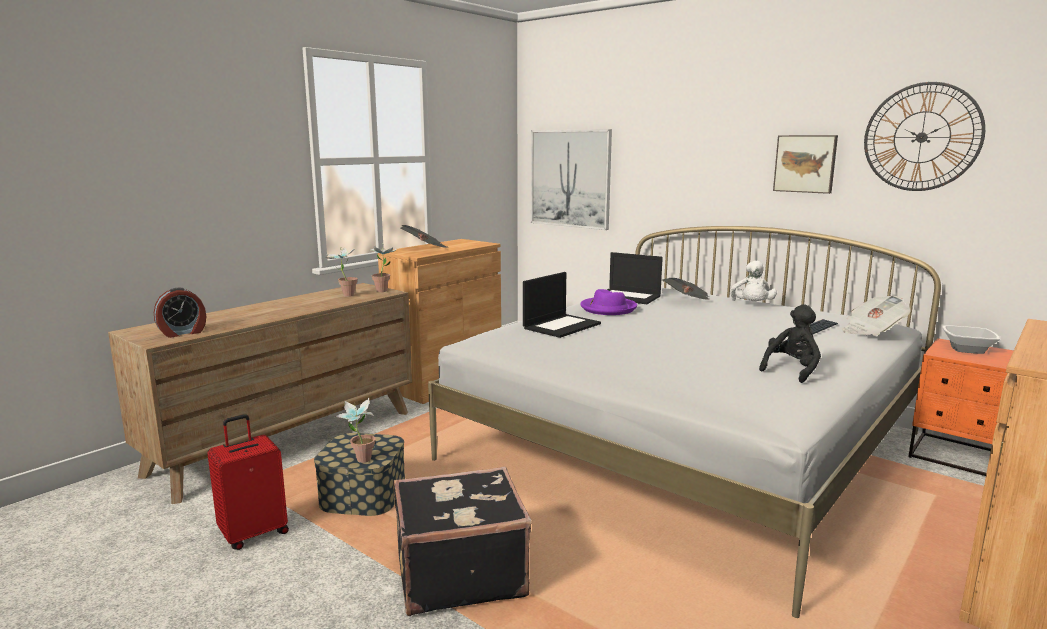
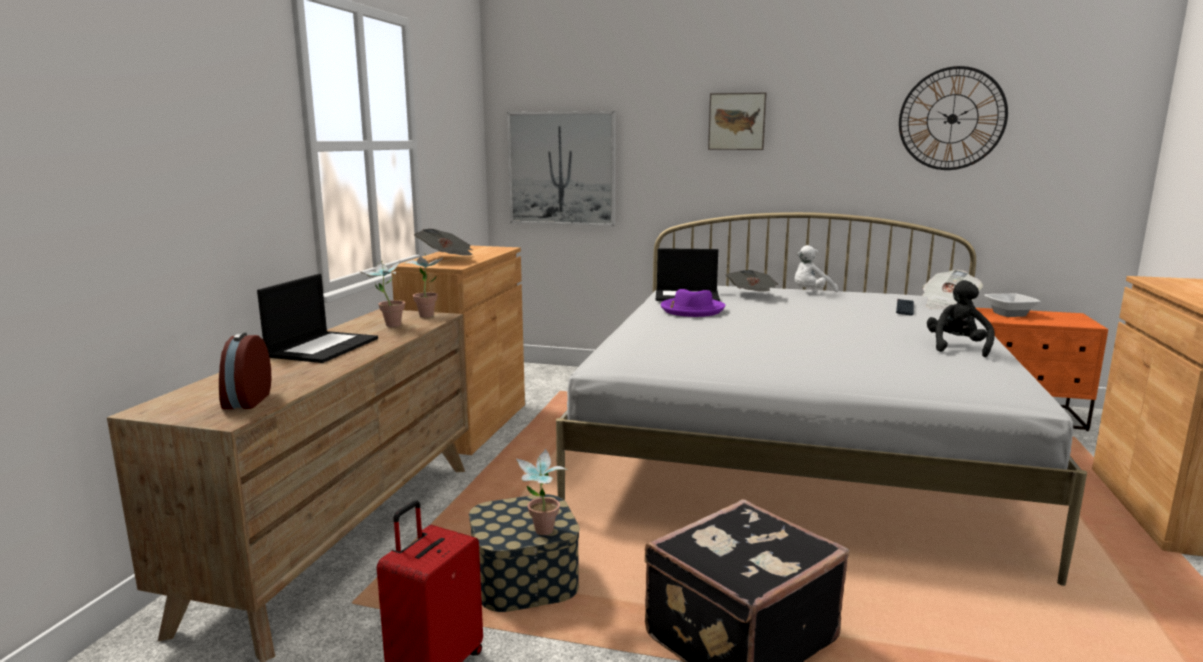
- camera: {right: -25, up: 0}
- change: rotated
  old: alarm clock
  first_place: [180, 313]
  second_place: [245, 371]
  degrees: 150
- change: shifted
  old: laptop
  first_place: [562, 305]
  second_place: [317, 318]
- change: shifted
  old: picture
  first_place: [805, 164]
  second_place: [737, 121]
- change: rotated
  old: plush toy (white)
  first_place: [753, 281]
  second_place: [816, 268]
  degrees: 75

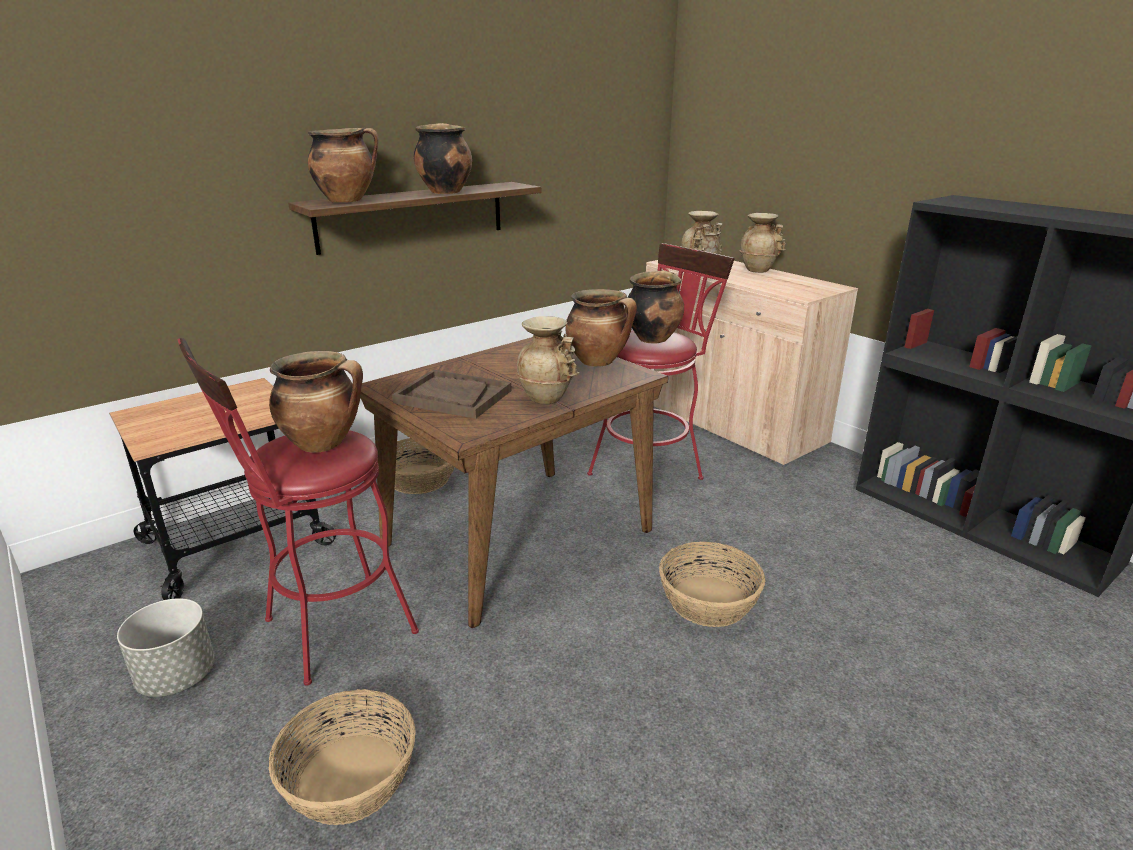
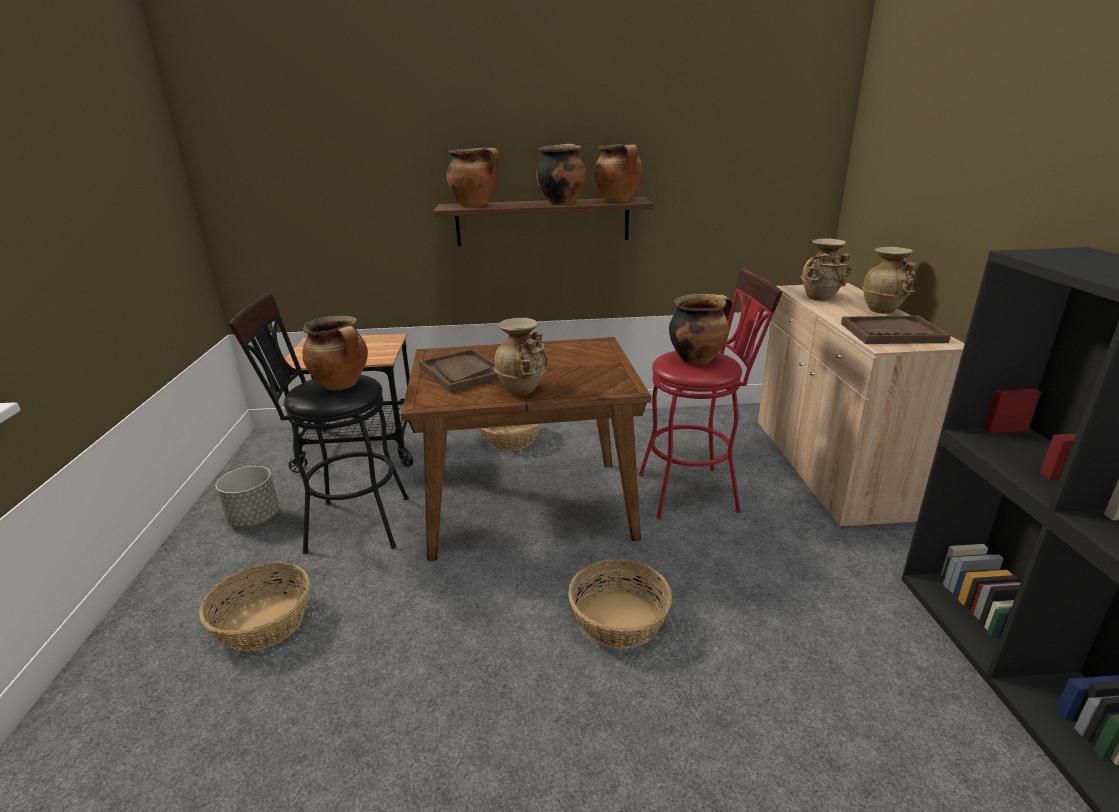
- camera: {right: 35, up: 0}
- change: repainted
  old: stool (red)
  new: stool (black)
  first_place: [298, 512]
  second_place: [318, 423]
- change: shifted
  old: cooking pot
  first_place: [601, 328]
  second_place: [618, 173]
- change: new
  new: tray (brown)
  second_place: [896, 330]

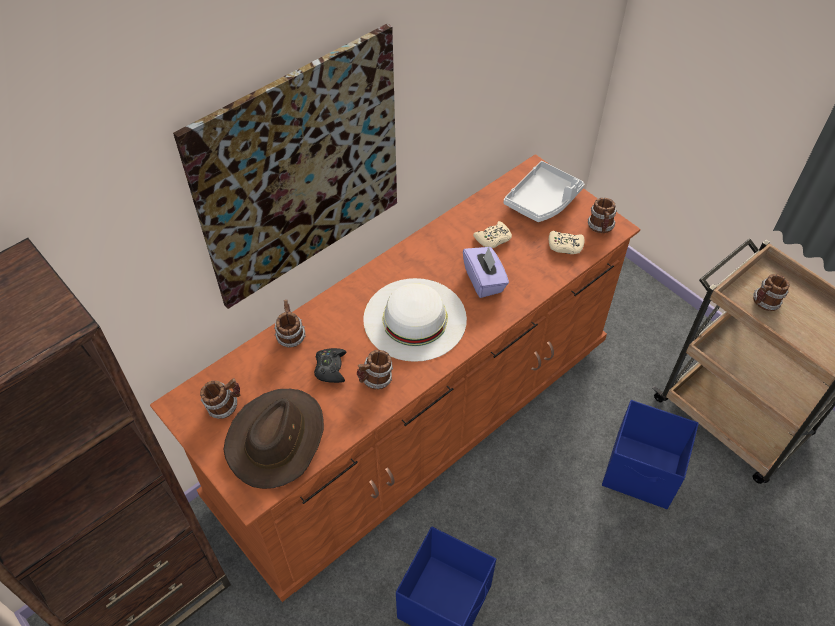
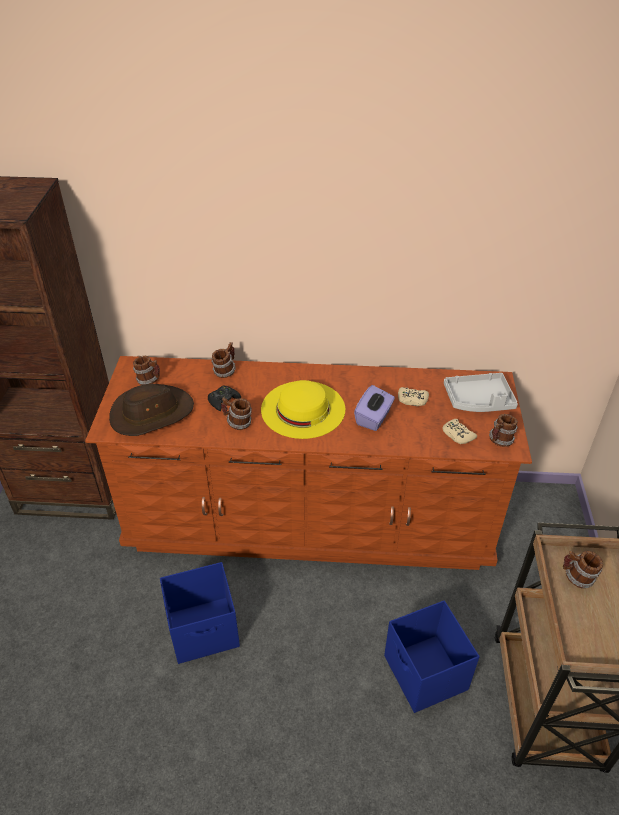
- camera: {right: 45, up: -10}
- change: repainted
  old: hat (white)
  new: hat (yellow)
  first_place: [415, 320]
  second_place: [303, 409]
- change: gone
  old: picture
  first_place: [285, 166]

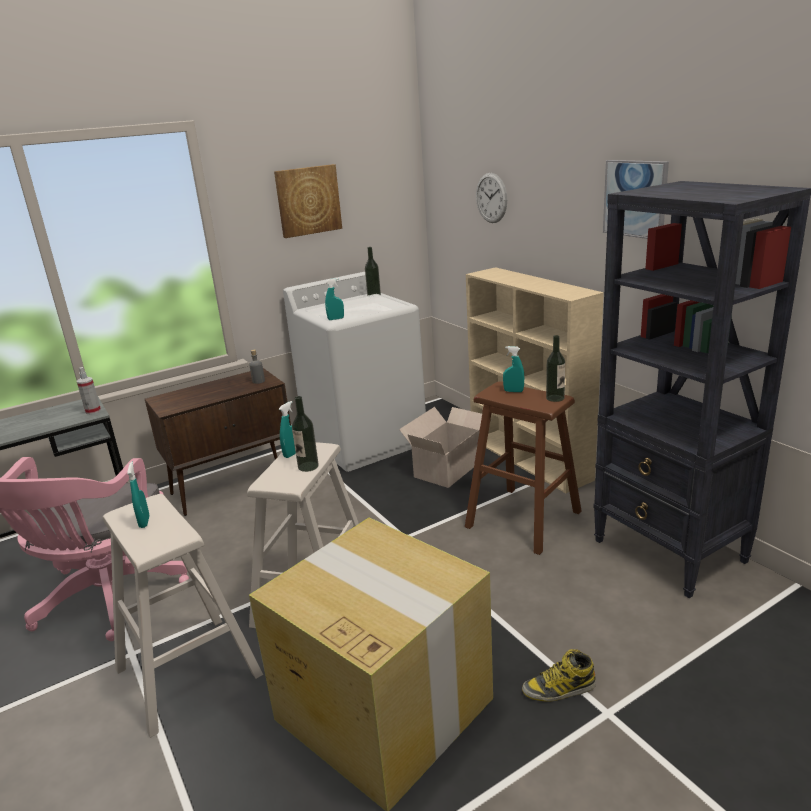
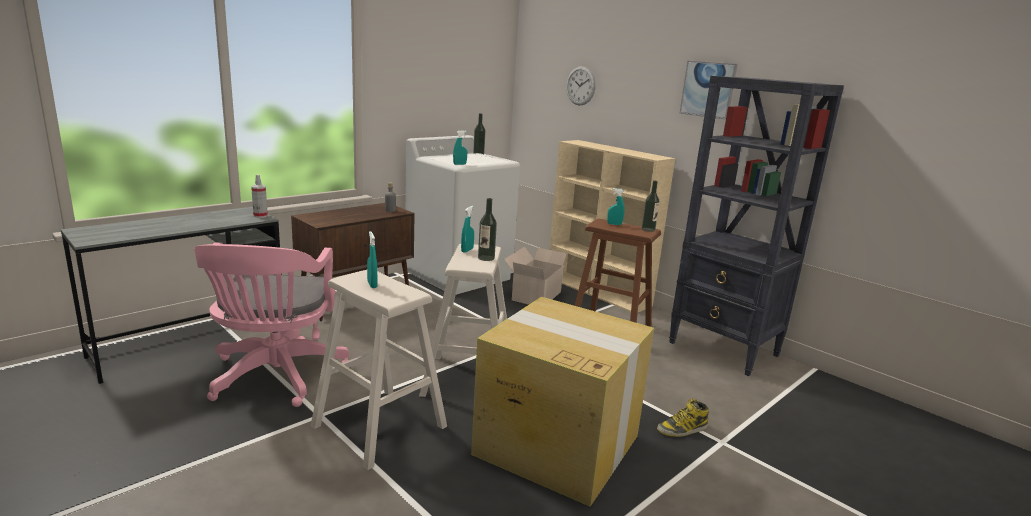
- camera: {right: -15, up: -5}
- change: gone
  old: picture
  first_place: [308, 201]

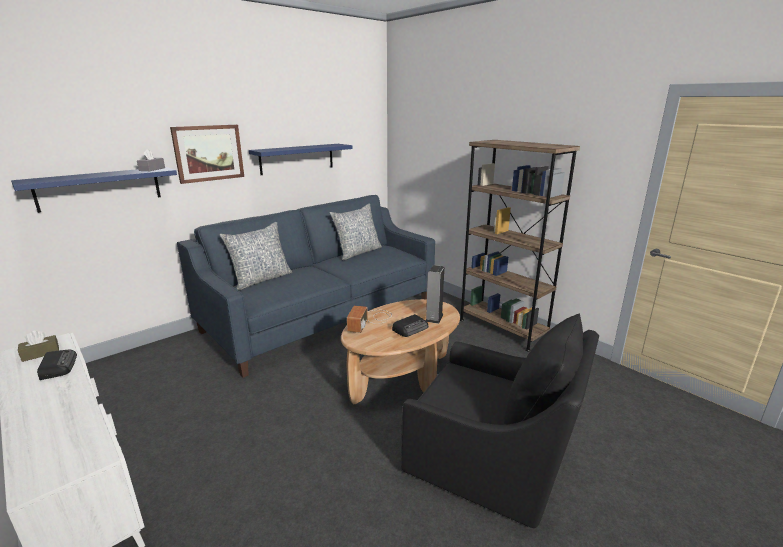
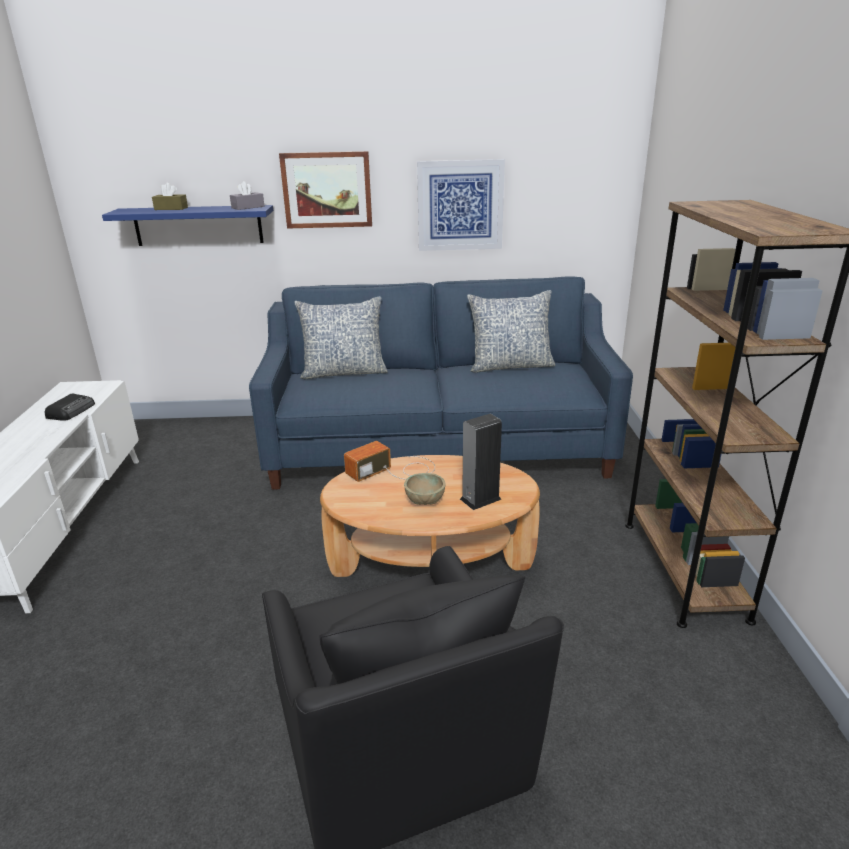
- camera: {right: 40, up: 5}
- change: shifted
  old: tissue box (brown)
  first_place: [38, 346]
  second_place: [170, 196]
- change: swapped
  old: radio
  new: bowl (beige)
  first_place: [410, 325]
  second_place: [425, 489]
- change: swapped
  old: shelf (blue)
  new: picture
  first_place: [300, 159]
  second_place: [461, 205]

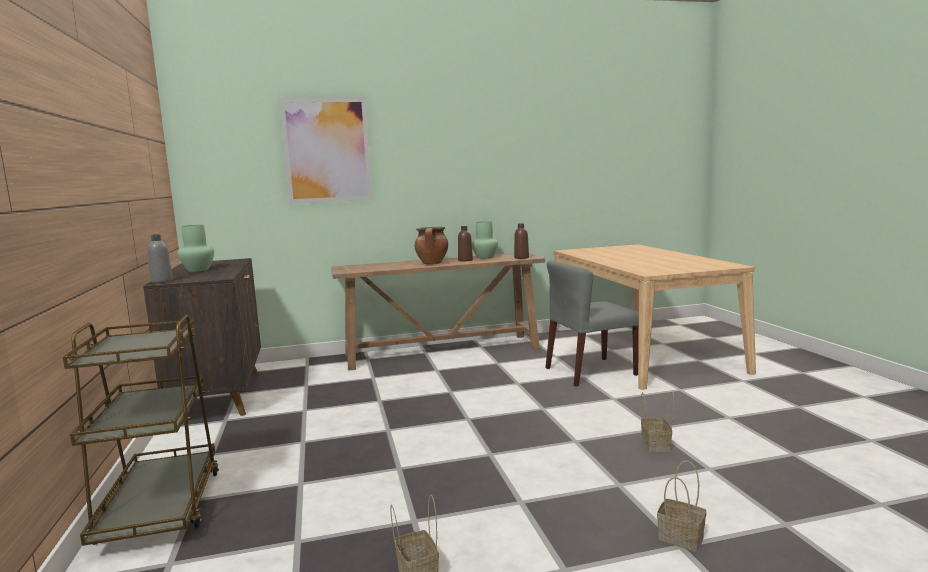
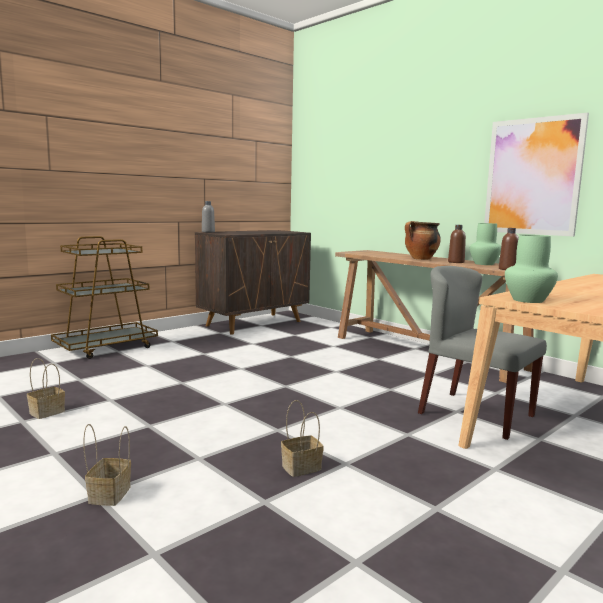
- camera: {right: 60, up: 0}
- change: shifted
  old: picture
  first_place: [326, 150]
  second_place: [536, 175]
- change: shifted
  old: vase (green)
  first_place: [195, 248]
  second_place: [531, 269]

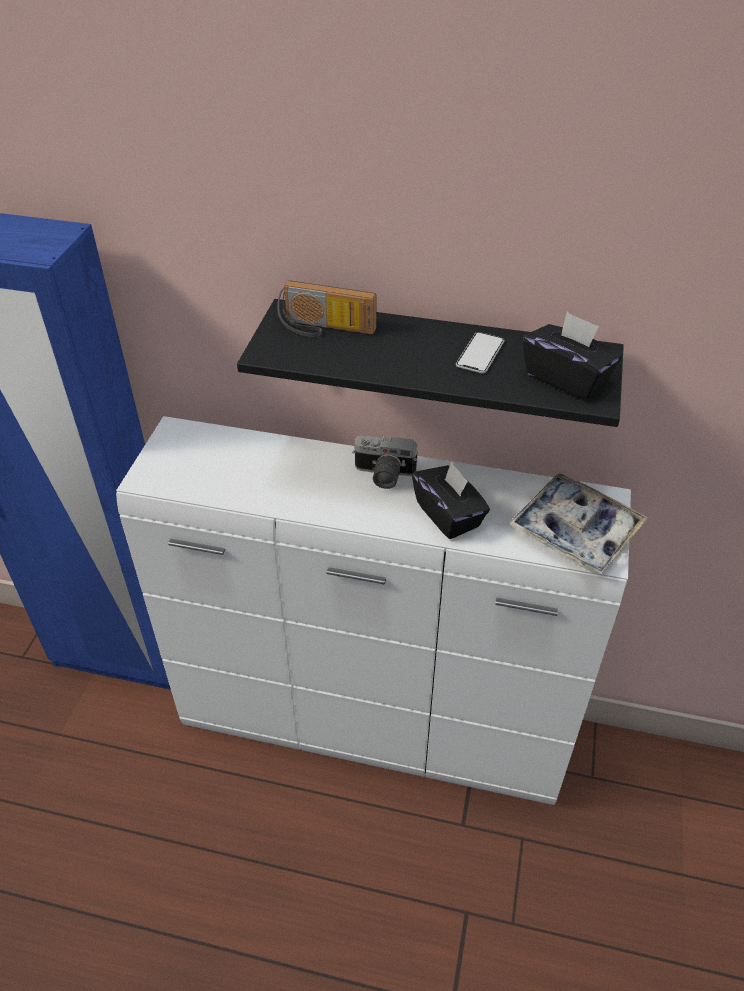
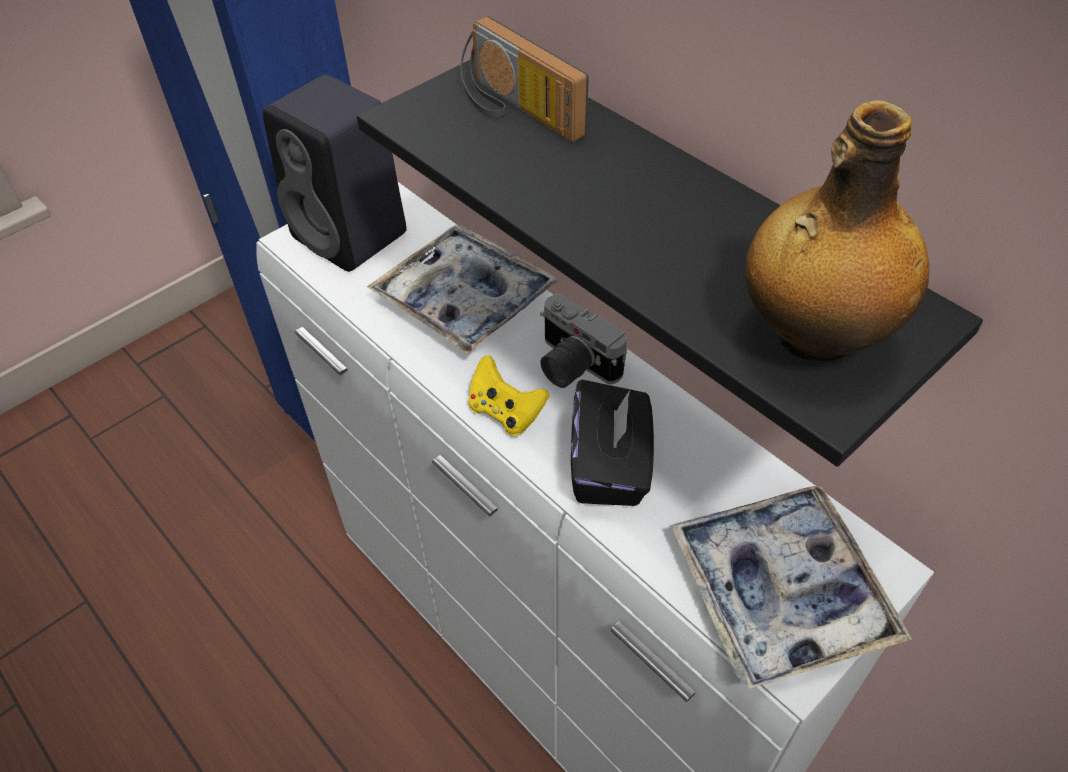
- camera: {right: 35, up: 5}
- change: new
  new: speaker (black)
  second_place: [334, 173]
- change: new
  new: tray
  second_place: [463, 289]
- change: new
  new: game controller (yellow)
  second_place: [508, 395]
- change: swapped
  old: tissue box (black)
  new: bottle
  first_place: [572, 355]
  second_place: [837, 231]
- change: gone
  old: phone
  first_place: [480, 353]

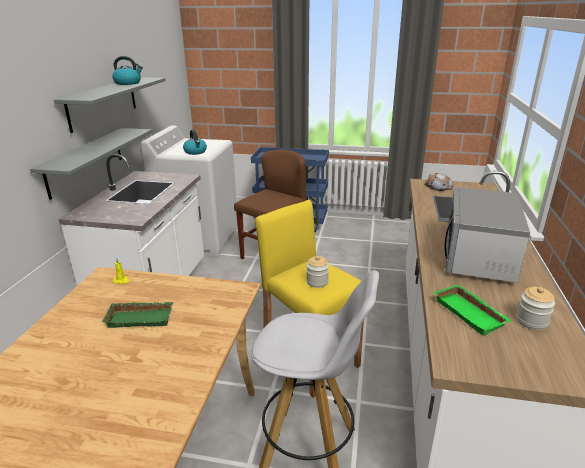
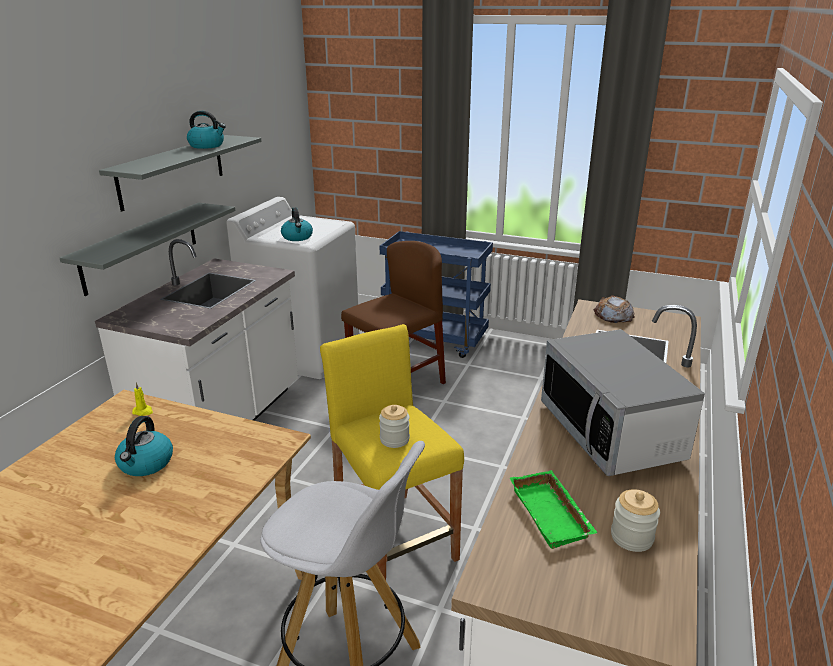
- camera: {right: 10, up: 0}
- change: swapped
  old: tray (green)
  new: kettle
  first_place: [137, 315]
  second_place: [144, 446]
- change: rotated
  old: microwave
  first_place: [487, 235]
  second_place: [623, 402]
  degrees: -45

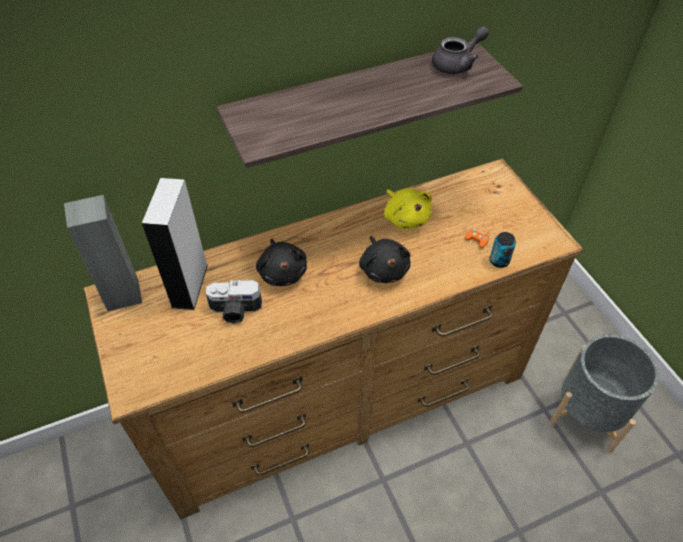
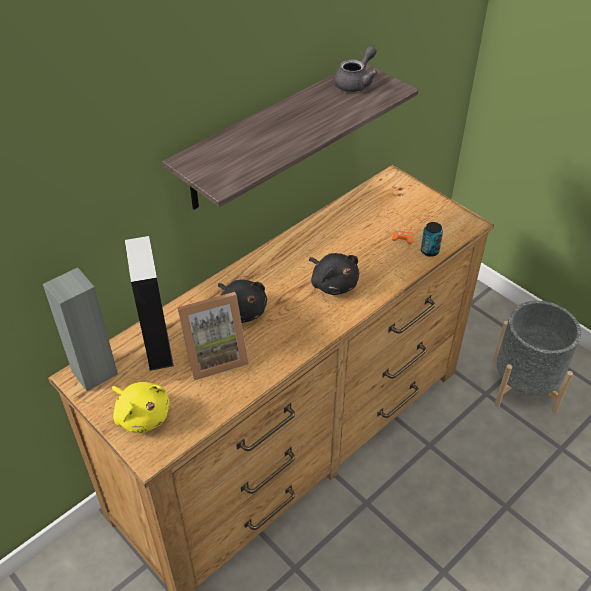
- camera: {right: -20, up: -5}
- change: shifted
  old: plush toy (yellow)
  first_place: [408, 208]
  second_place: [141, 407]
- change: swapped
  old: photo camera
  new: picture frame
  first_place: [233, 302]
  second_place: [213, 336]

